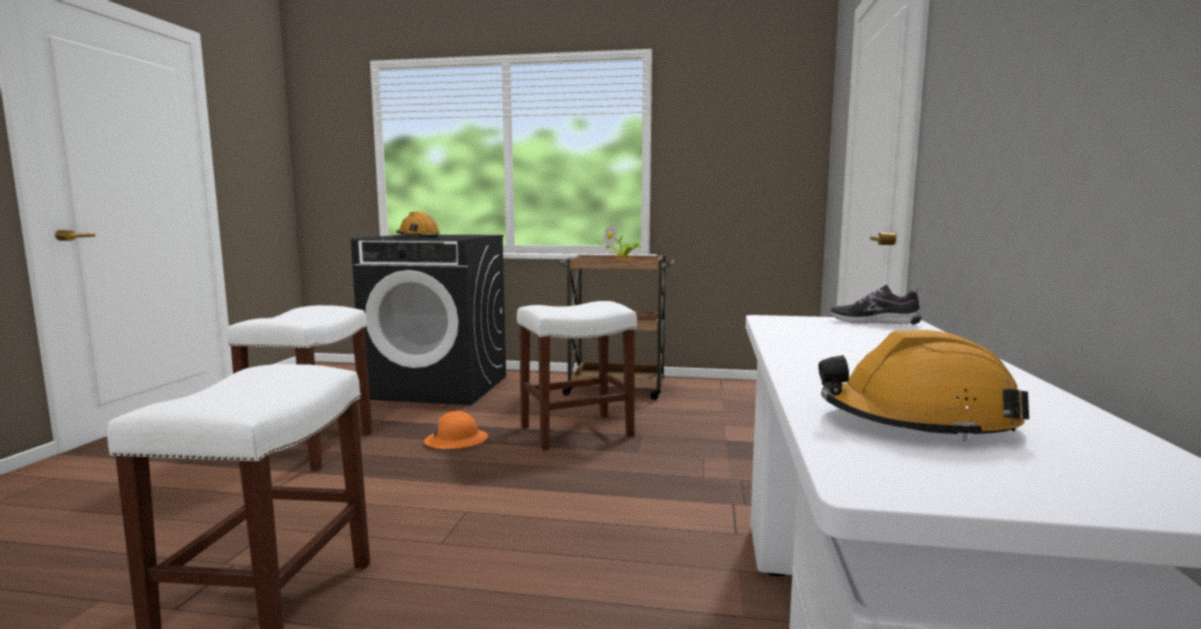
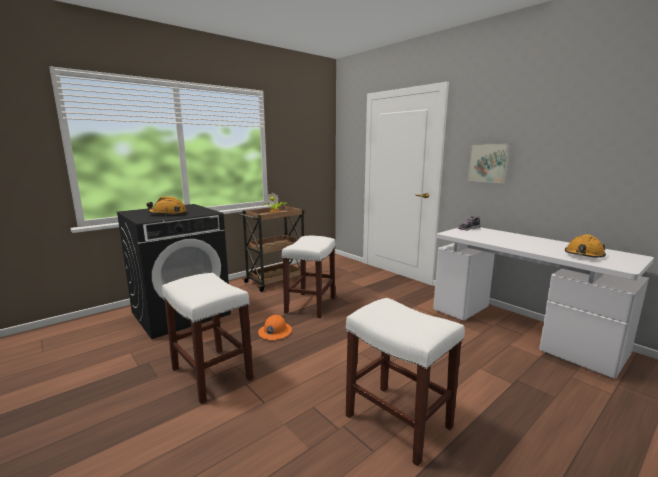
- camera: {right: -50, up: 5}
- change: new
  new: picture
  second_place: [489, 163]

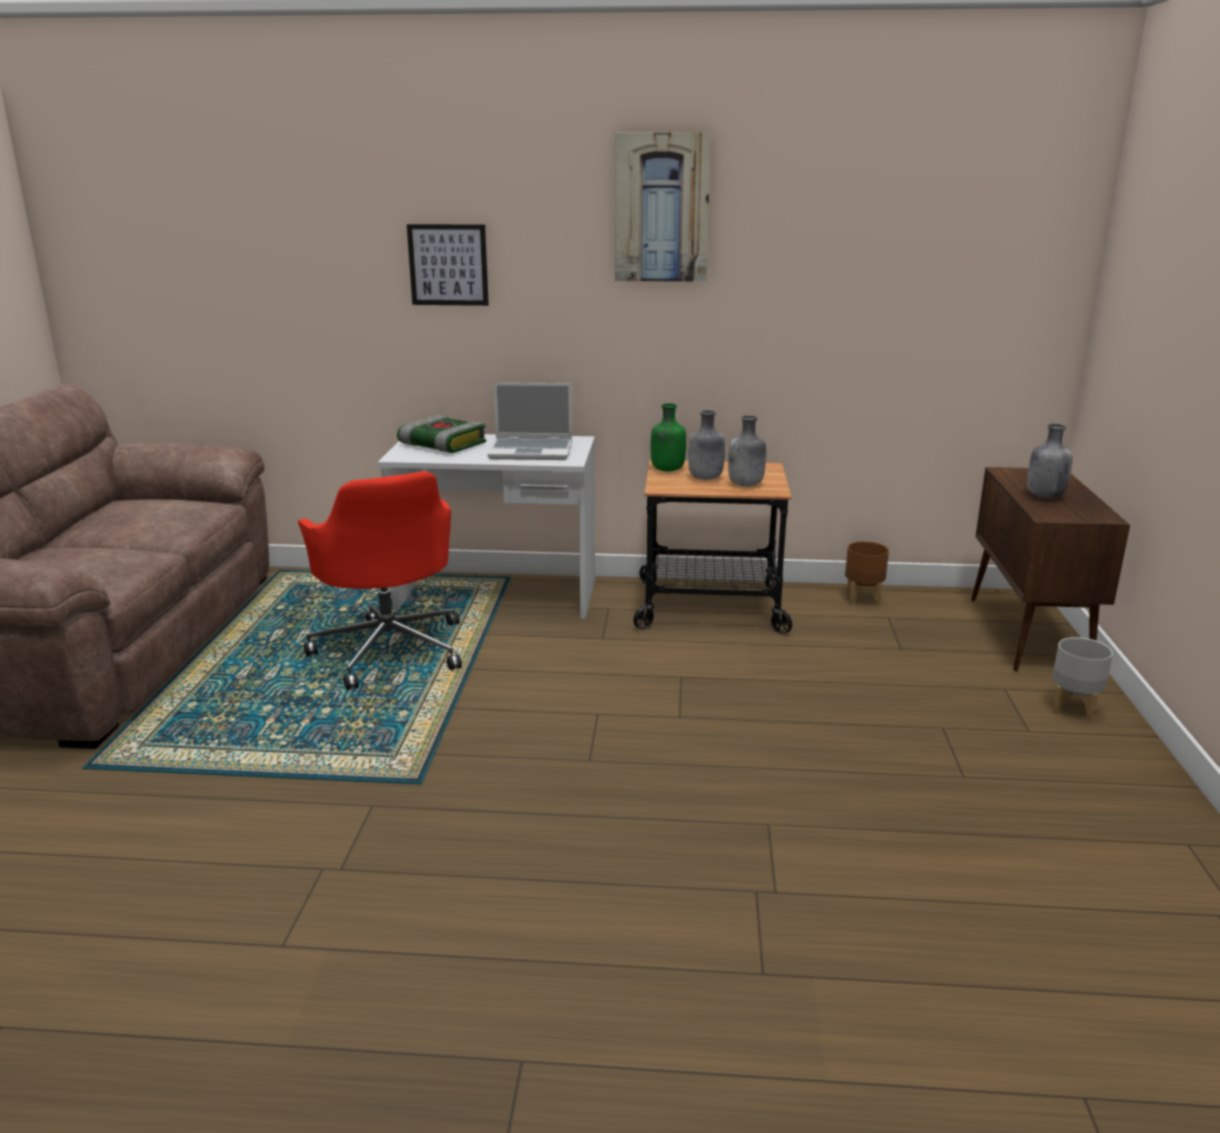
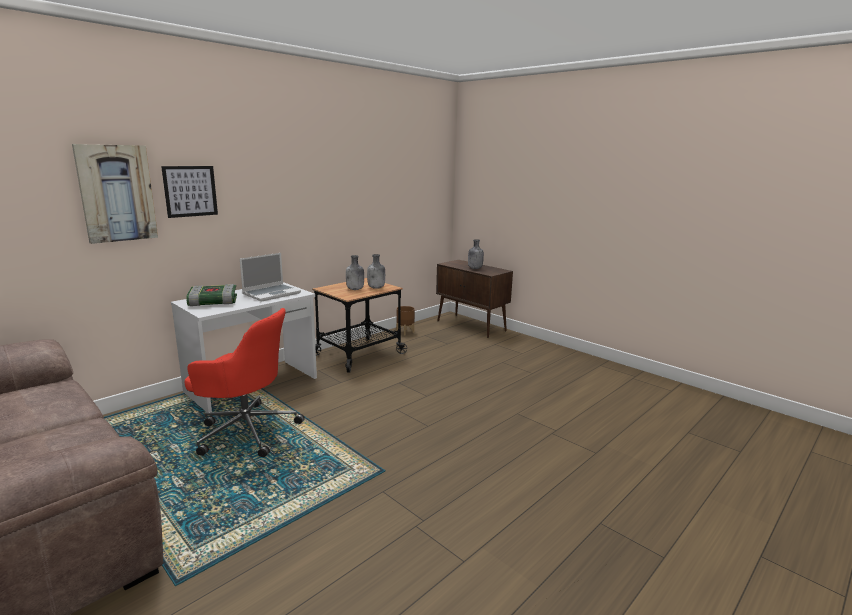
- camera: {right: -50, up: -5}
- change: shifted
  old: picture
  first_place: [663, 207]
  second_place: [115, 194]
- change: gone
  old: bottle (green)
  first_place: [668, 437]
- change: gone
  old: planter (grey)
  first_place: [1082, 679]

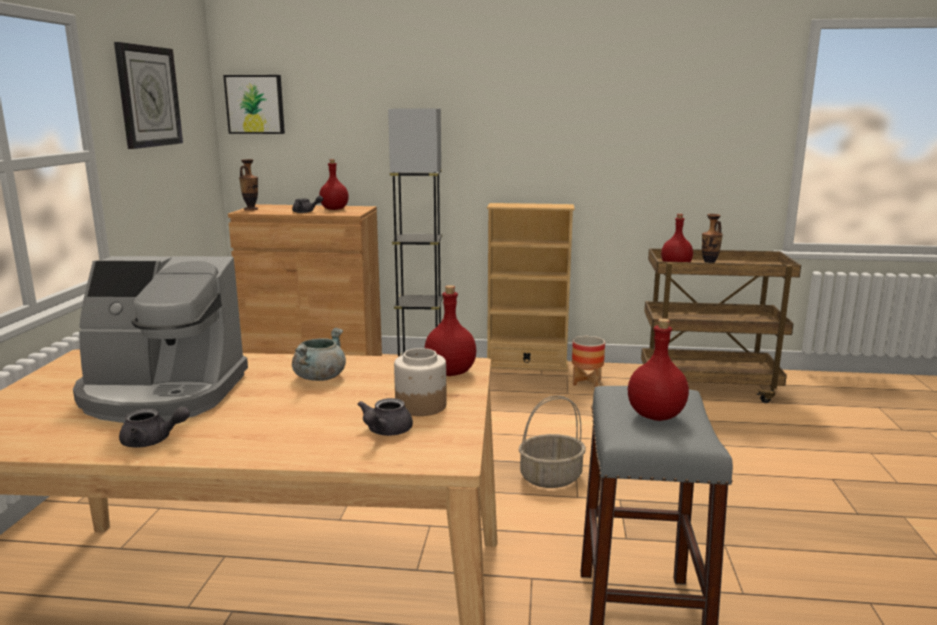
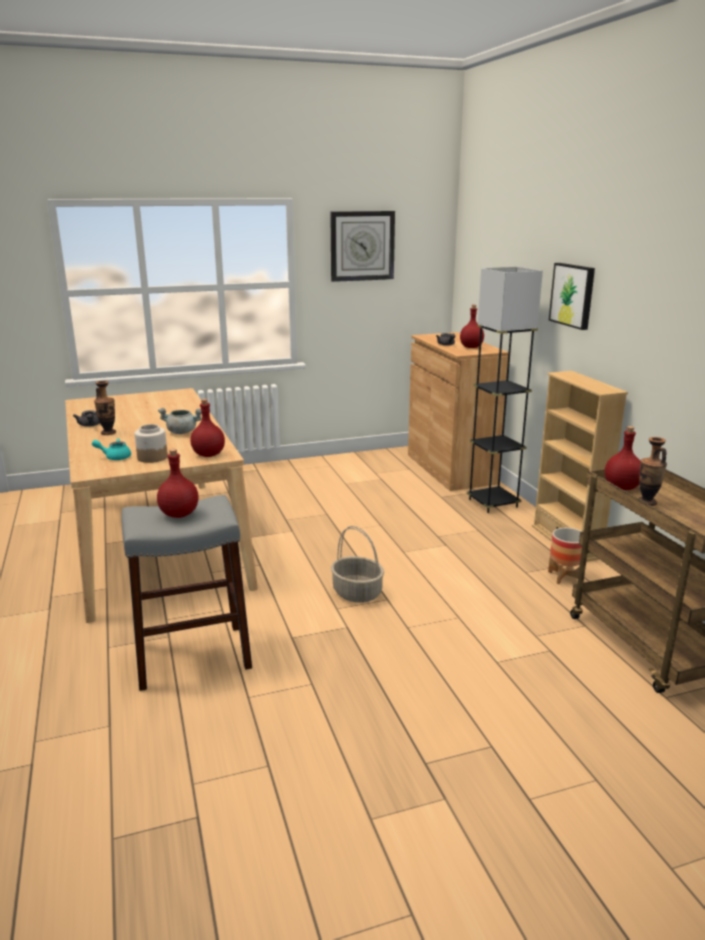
- camera: {right: 65, up: 5}
- change: repainted
  old: teapot (grey)
  new: teapot (turquoise)
  first_place: [385, 417]
  second_place: [111, 449]
- change: shifted
  old: vase
  first_place: [248, 185]
  second_place: [105, 408]
- change: shifted
  old: picture
  first_place: [254, 104]
  second_place: [572, 296]
- change: gone
  old: coffee machine
  first_place: [160, 339]

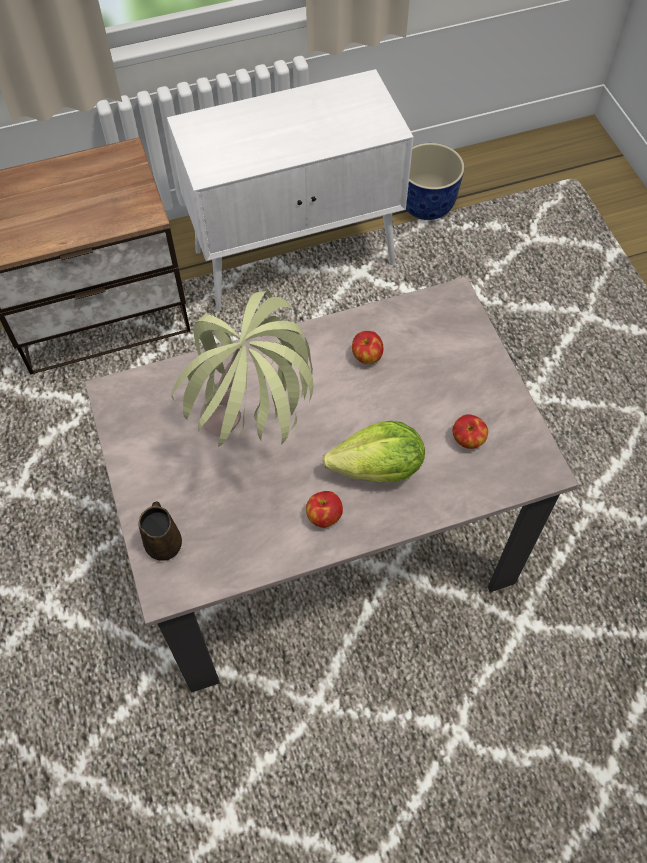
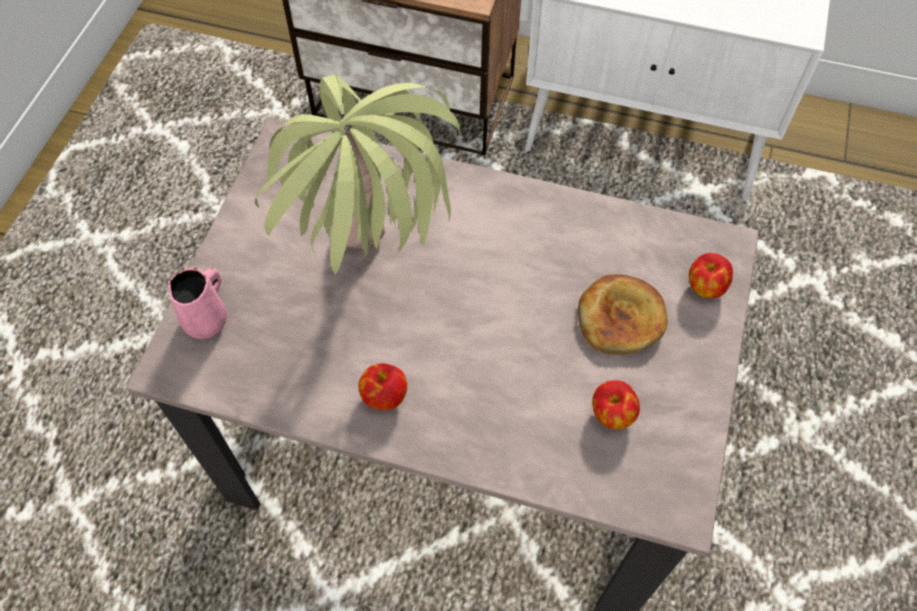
- camera: {right: 35, up: 0}
- change: repainted
  old: mug (brown)
  new: mug (pink)
  first_place: [160, 531]
  second_place: [197, 303]
- change: new
  new: bread
  second_place: [623, 314]
- change: shifted
  old: apple
  first_place: [367, 347]
  second_place: [711, 275]
- change: gone
  old: lettuce
  first_place: [374, 451]
- change: gone
  old: planter
  first_place: [435, 181]

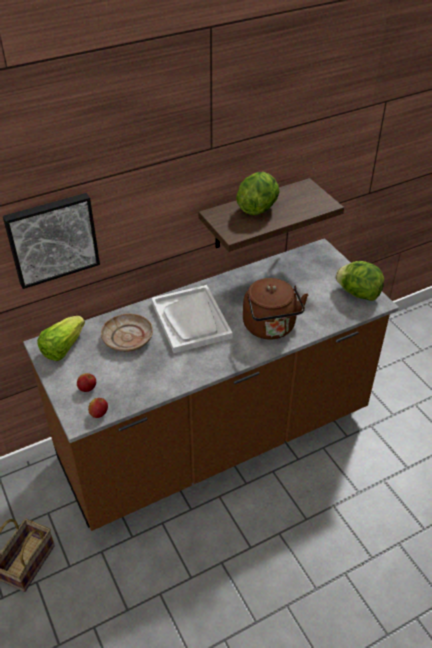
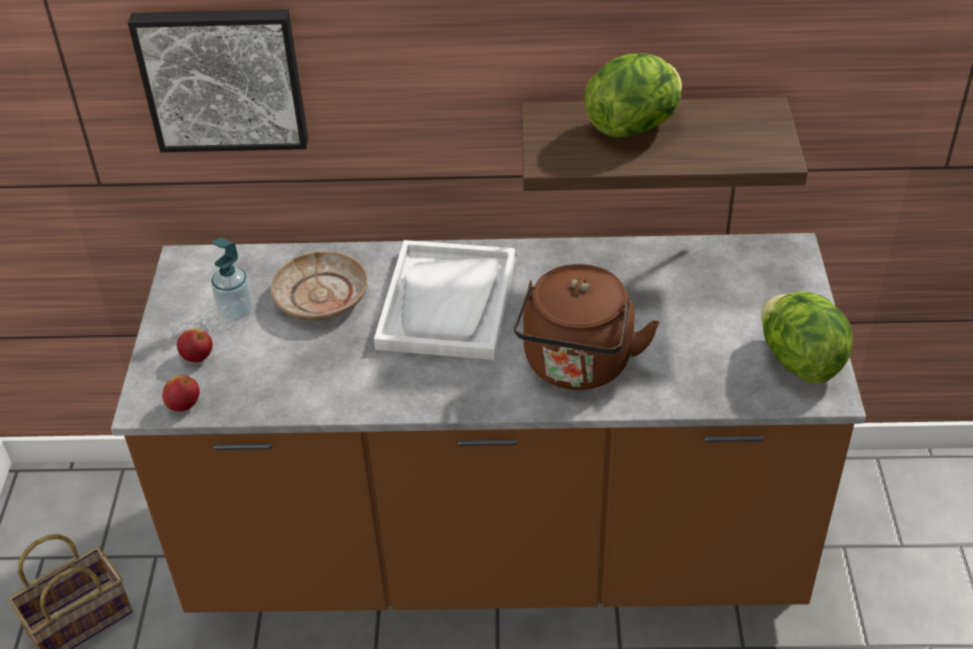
- camera: {right: 30, up: 0}
- change: new
  new: soap dispenser
  second_place: [232, 279]
- change: gone
  old: lettuce
  first_place: [61, 338]

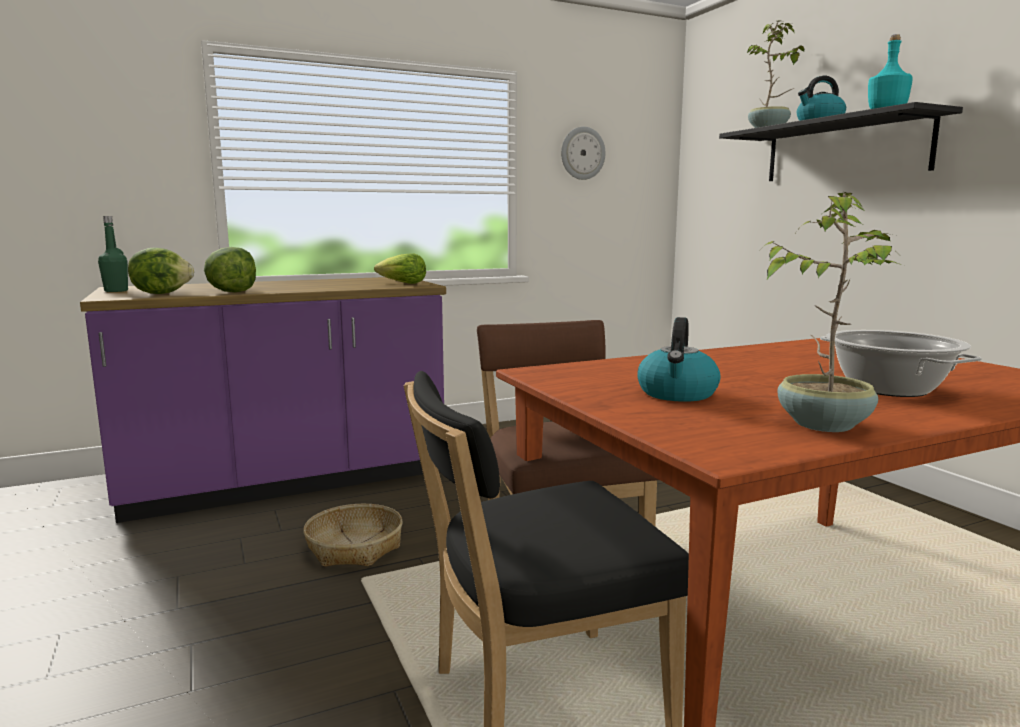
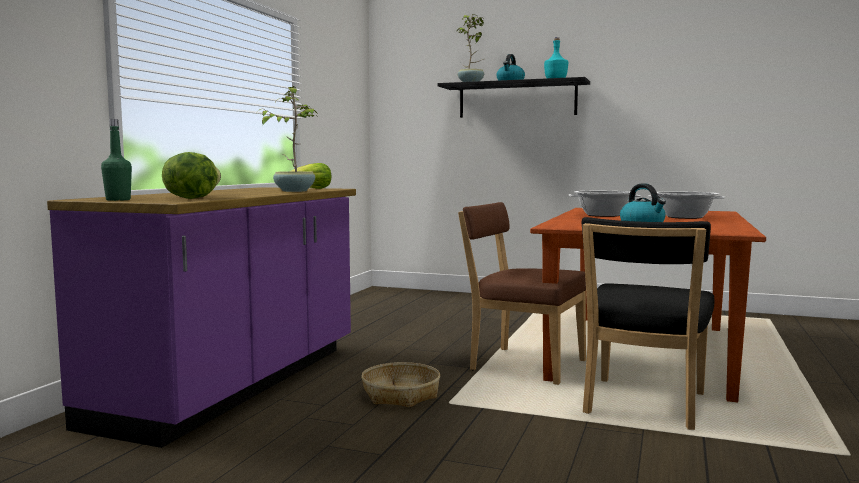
- camera: {right: -45, up: -5}
- change: shifted
  old: potted plant
  first_place: [832, 312]
  second_place: [288, 139]
- change: new
  new: cooking pot
  second_place: [605, 204]
- change: gone
  old: lettuce
  first_place: [230, 269]
- change: gone
  old: wall clock
  first_place: [583, 153]

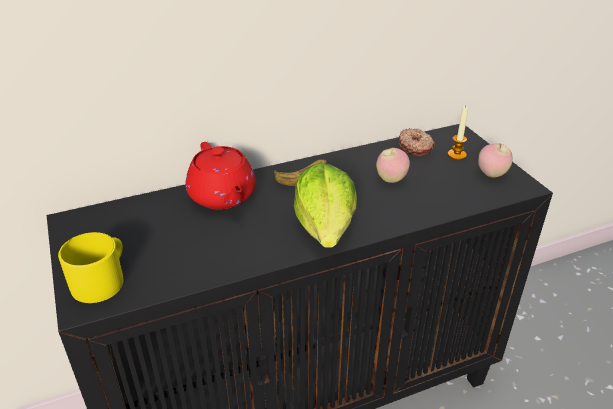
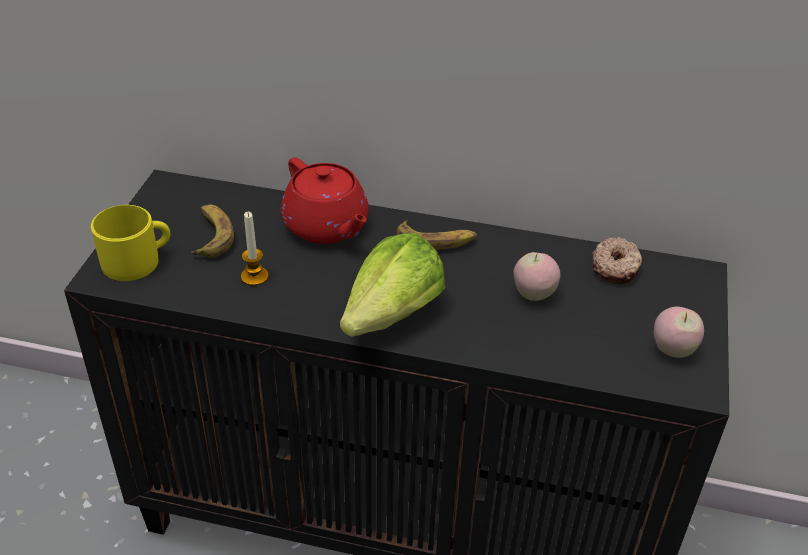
- camera: {right: 35, up: 5}
- change: new
  new: banana
  second_place: [212, 230]
- change: shifted
  old: candle
  first_place: [458, 133]
  second_place: [255, 249]
- change: rotated
  old: teapot (red)
  first_place: [221, 176]
  second_place: [325, 200]
  degrees: -45

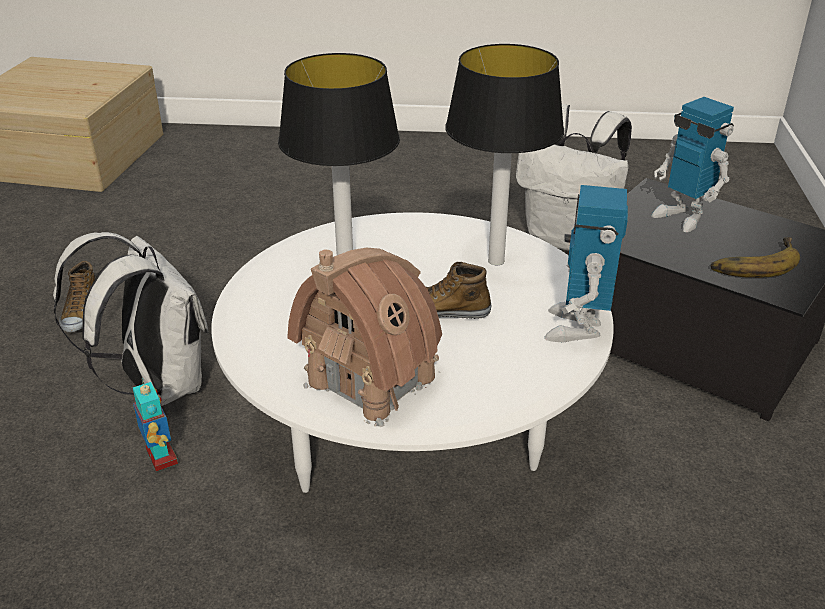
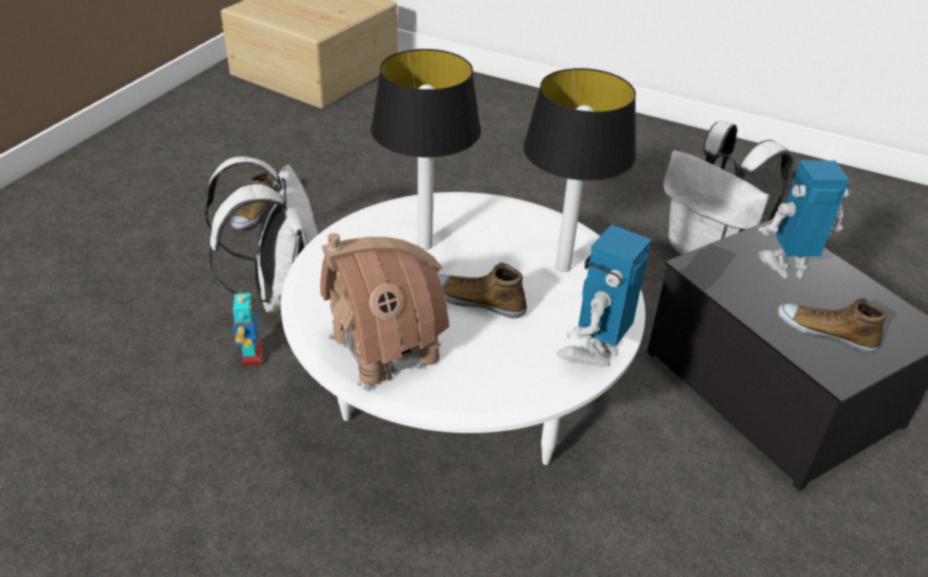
- camera: {right: 20, up: 5}
- change: rotated
  old: toy robot
  first_place: [692, 165]
  second_place: [804, 219]
  degrees: 105
- change: swapped
  old: banana
  new: shoe
  first_place: [755, 257]
  second_place: [832, 326]

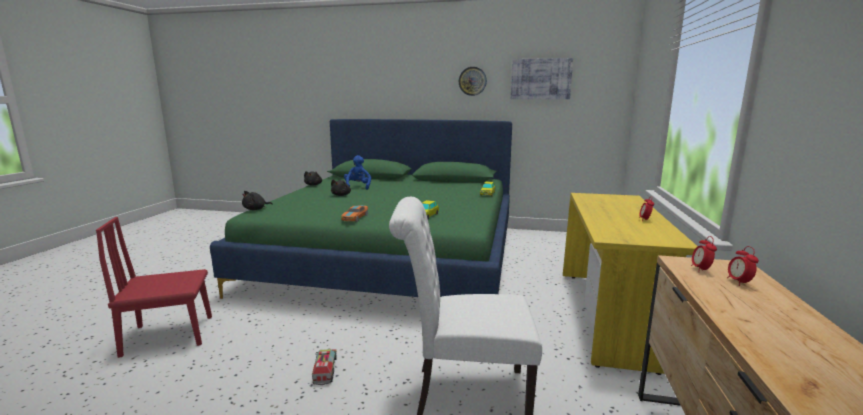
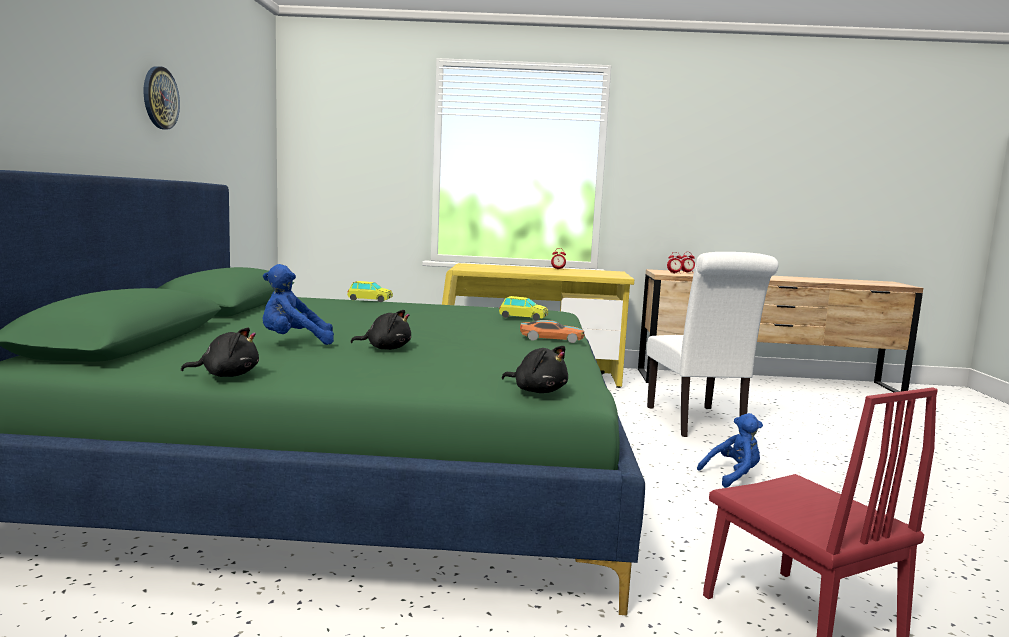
- camera: {right: -100, up: -5}
- change: swapped
  old: toy truck
  new: plush toy (blue)
  first_place: [324, 367]
  second_place: [730, 450]
- change: gone
  old: picture
  first_place: [542, 78]

